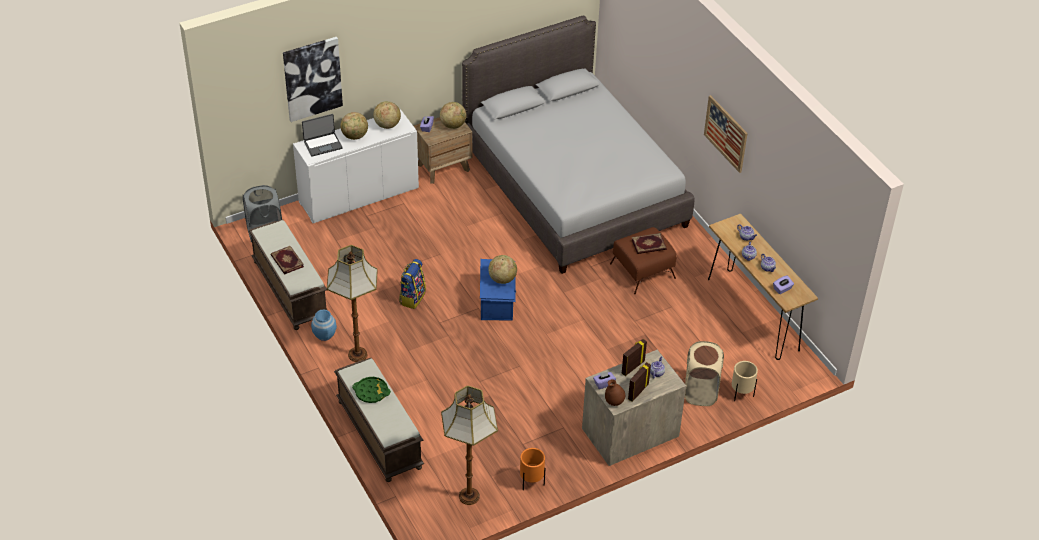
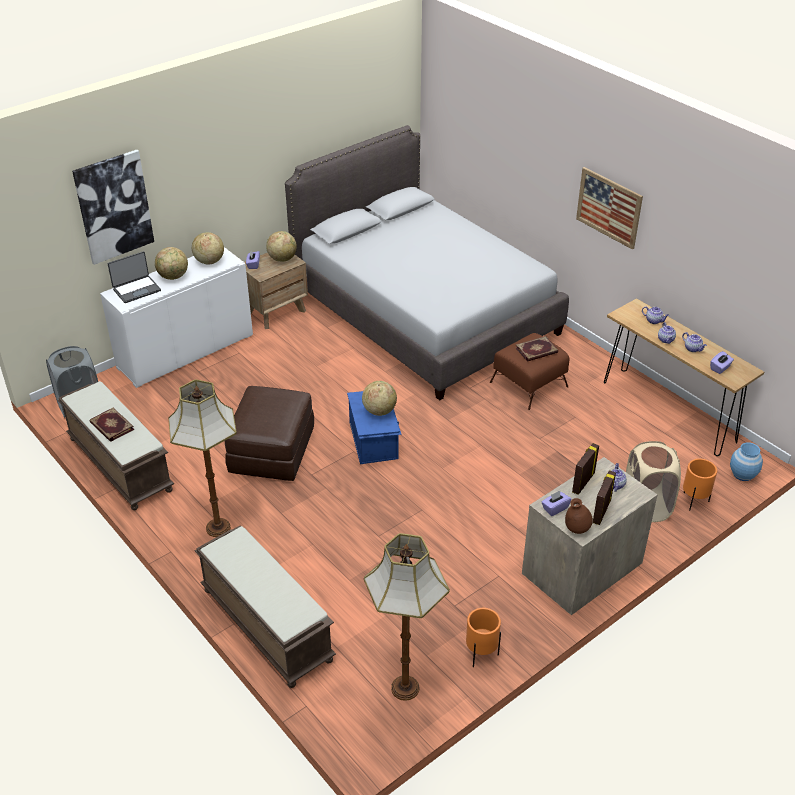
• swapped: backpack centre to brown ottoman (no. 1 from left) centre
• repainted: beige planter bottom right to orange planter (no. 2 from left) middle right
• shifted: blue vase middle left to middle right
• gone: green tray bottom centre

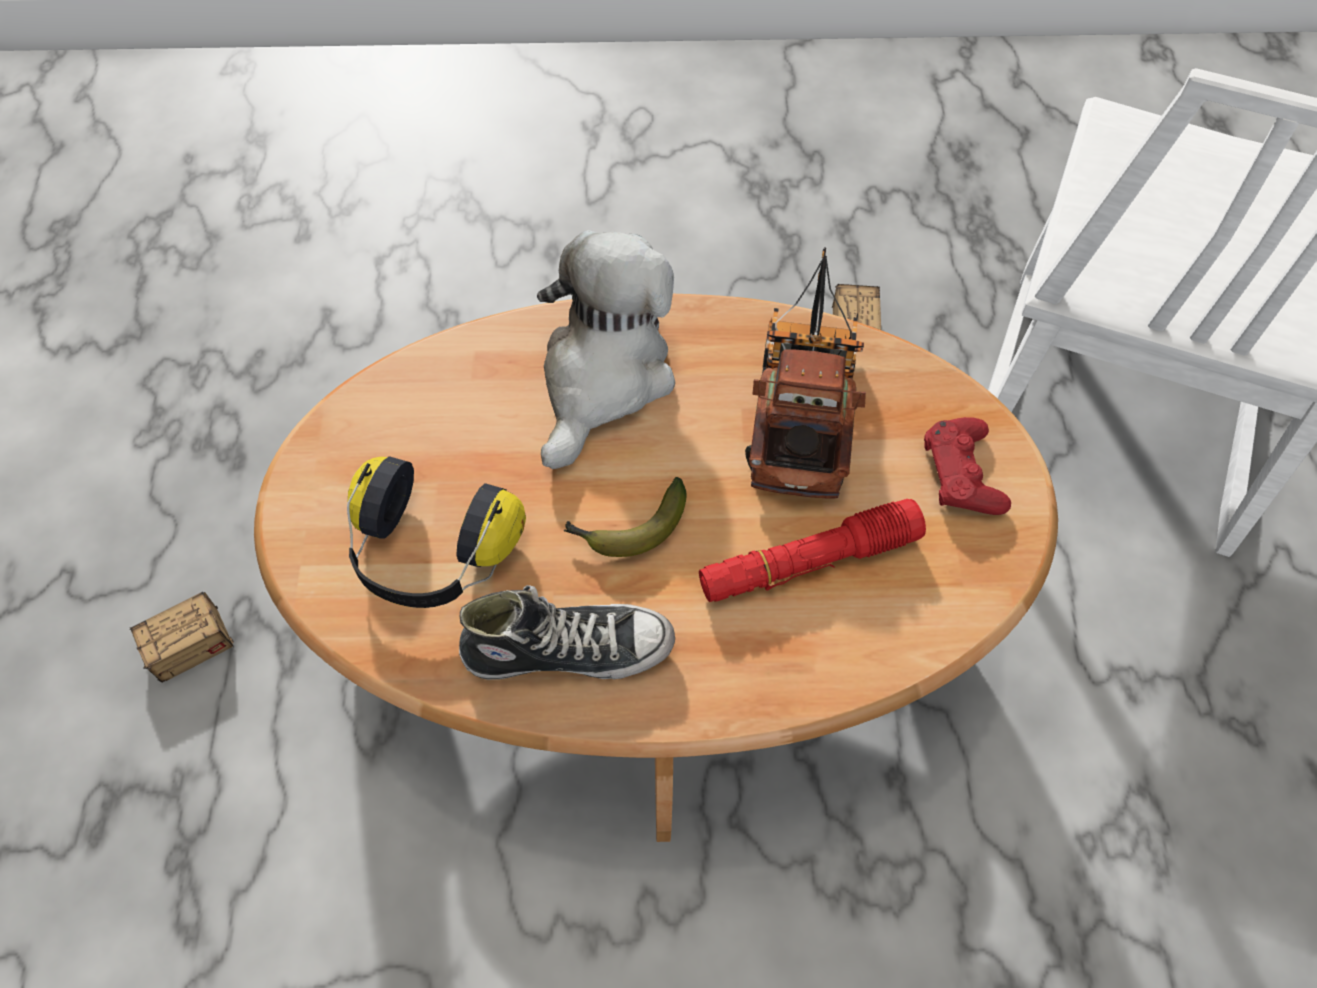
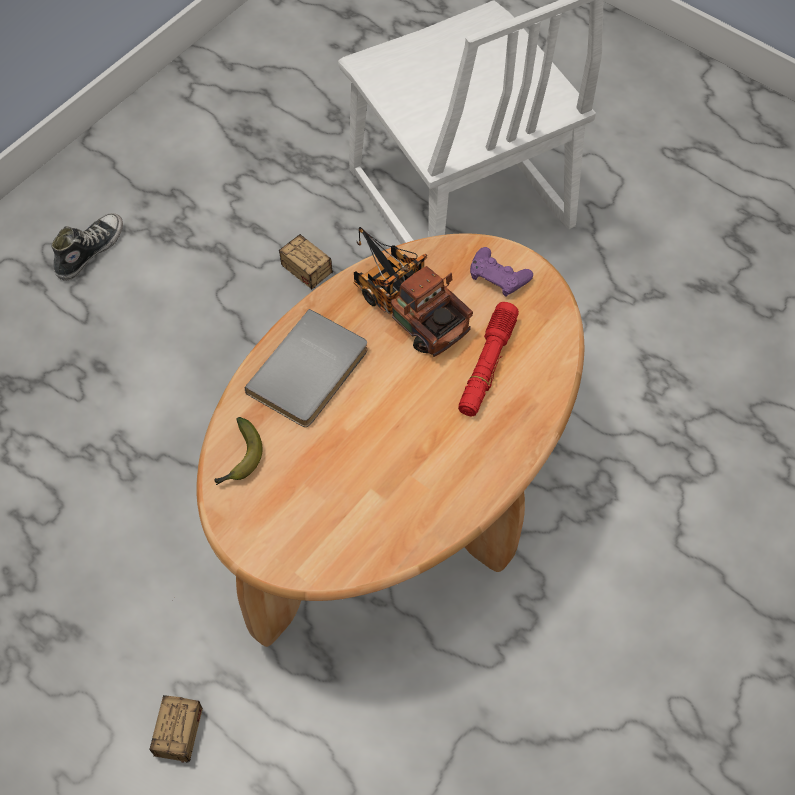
• shifted: shoe centre to top left
• shifted: banana centre to middle left
• swapped: plush toy centre to grey book centre
• repainted: red game controller middle right to purple game controller centre
• gone: headphones middle left

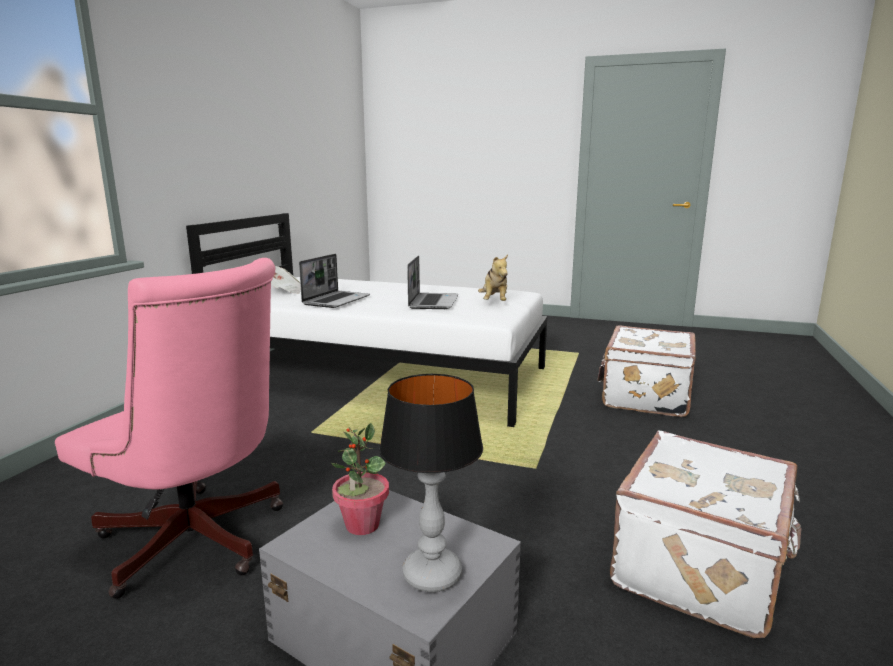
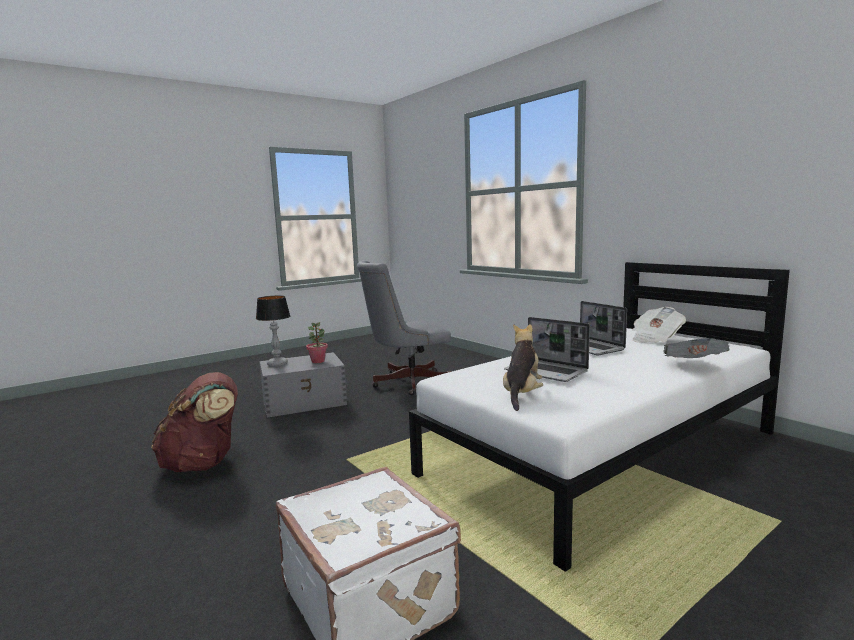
• swapped: white suitcase (no. 2 from left) bottom right to brown backpack middle left
• repainted: pink office chair middle left to grey office chair centre
• rotated: plush toy centre = centre 75 degrees clockwise
• new: newspaper (no. 2 from left) middle right

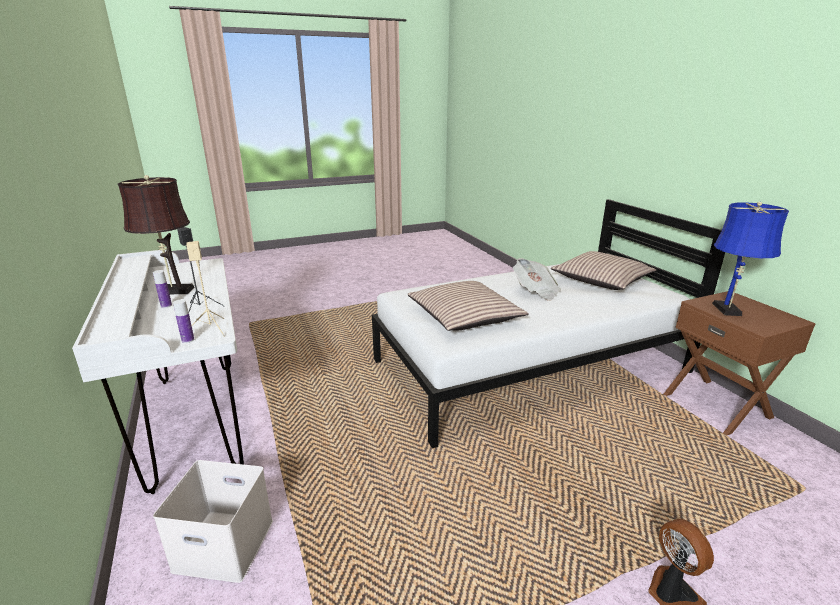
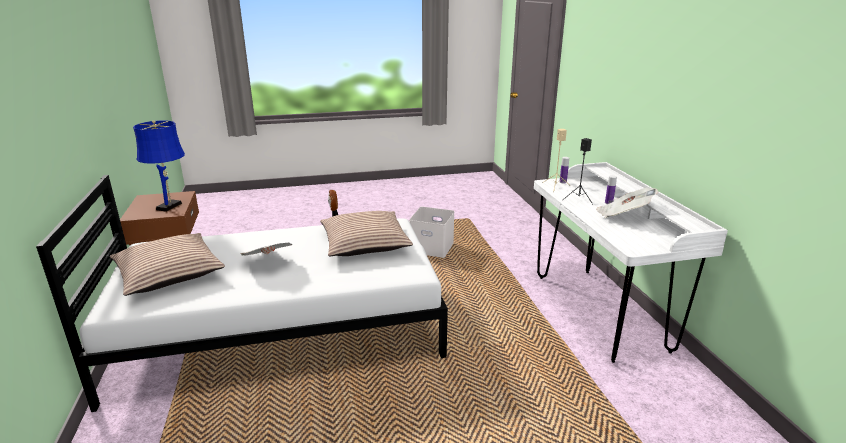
• shifted: white storage box bottom left to centre
• swapped: brown table lamp middle left to newspaper (no. 2 from left) middle right

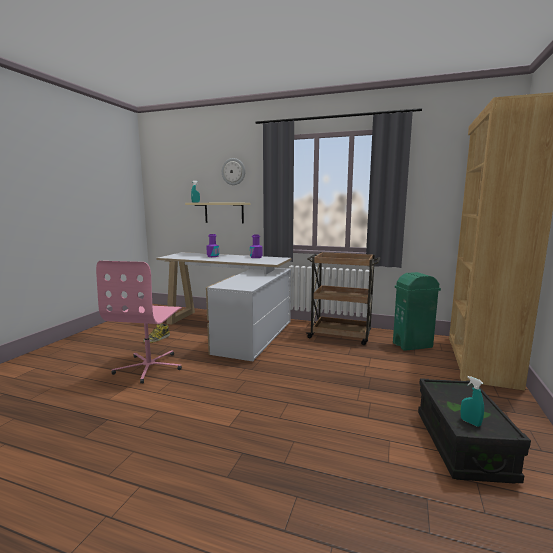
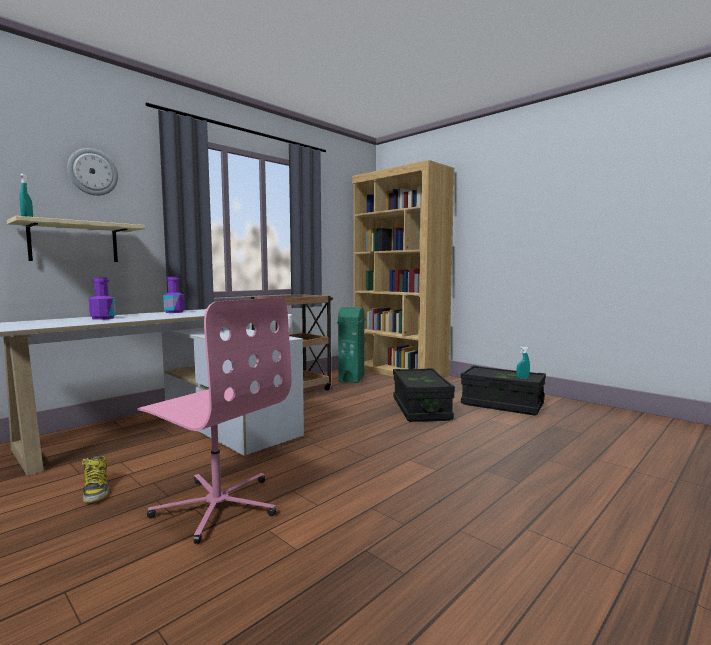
• new: black storage box (no. 1 from left) centre

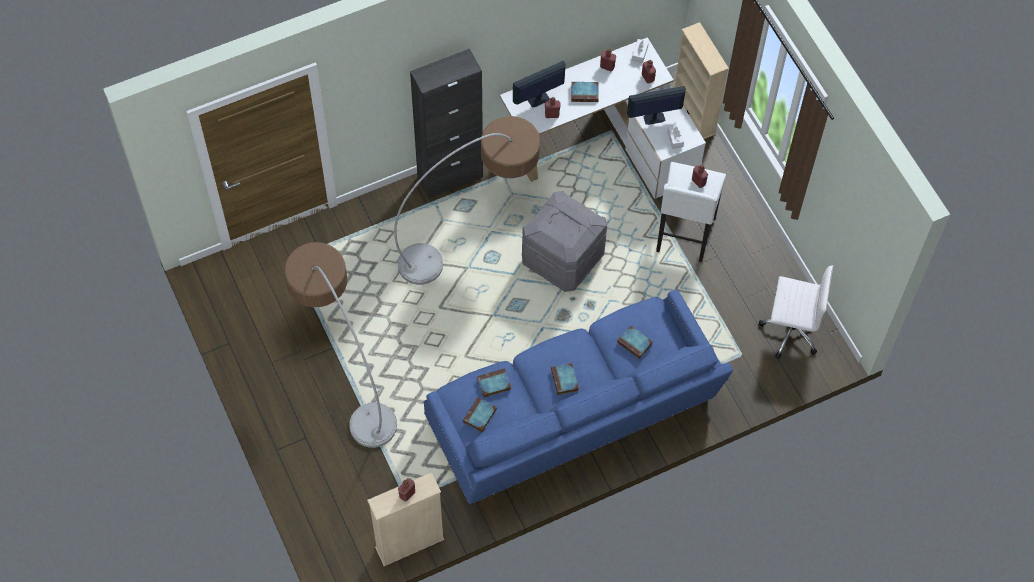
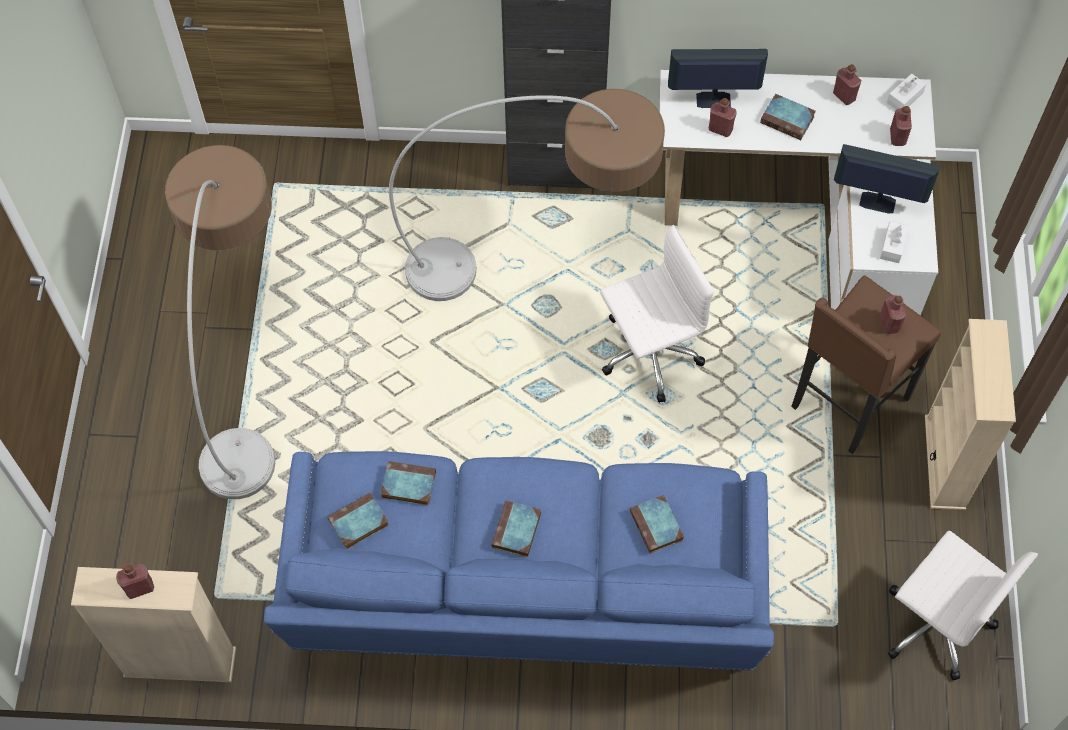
• swapped: grey storage box centre to white office chair (no. 1 from left) centre
• repainted: white stool middle right to brown stool middle right
• shifted: beige bookcase (no. 2 from left) top right to middle right

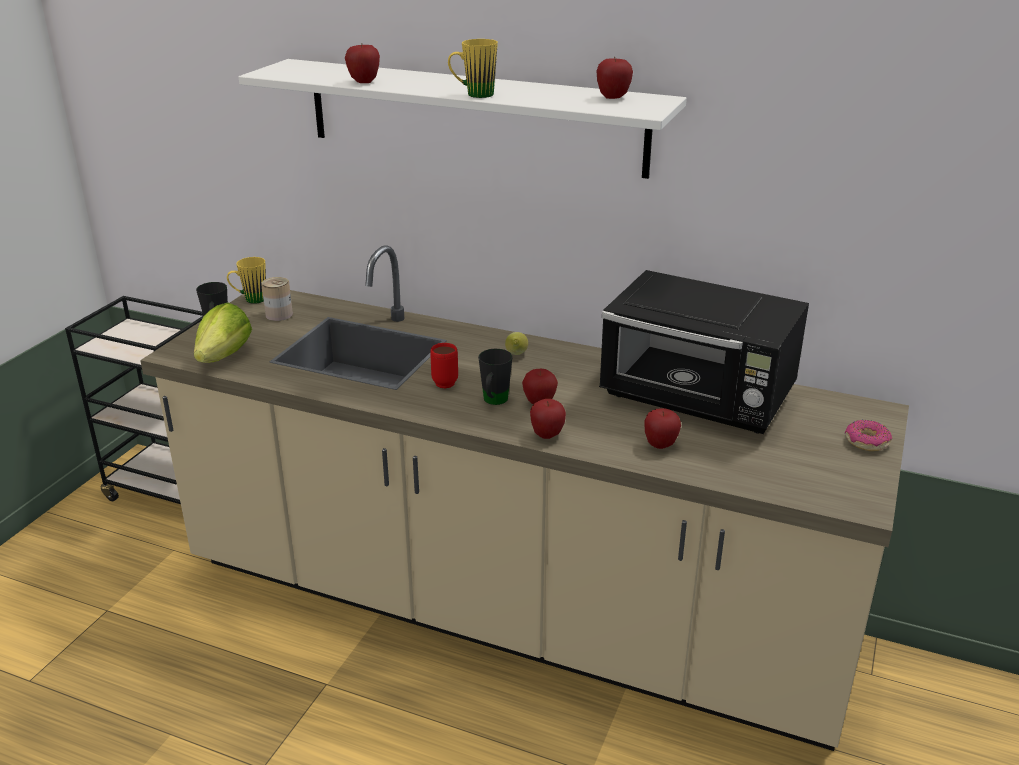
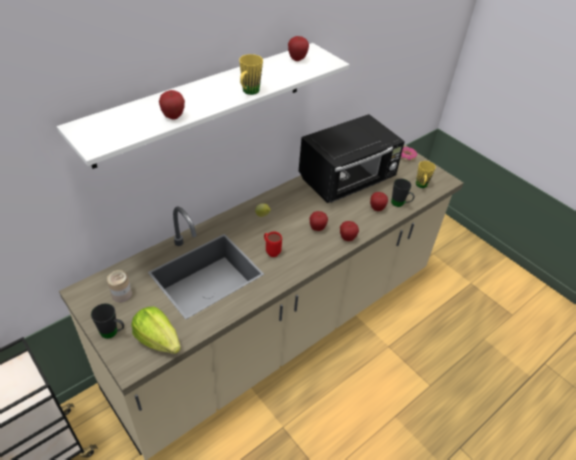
• shifted: black mug (no. 2 from left) centre to middle right
• shifted: yellow mug (no. 1 from left in the first image) middle left to yellow mug (no. 2 from left) middle right

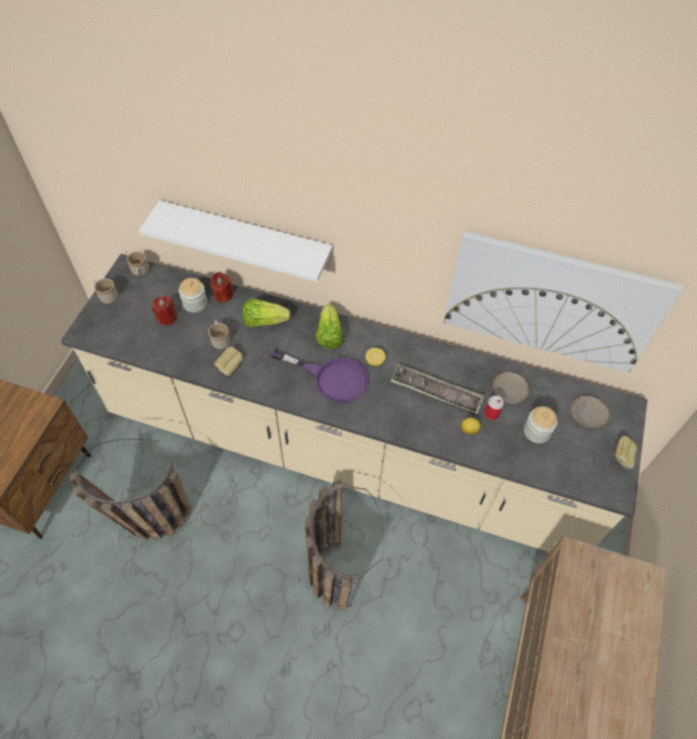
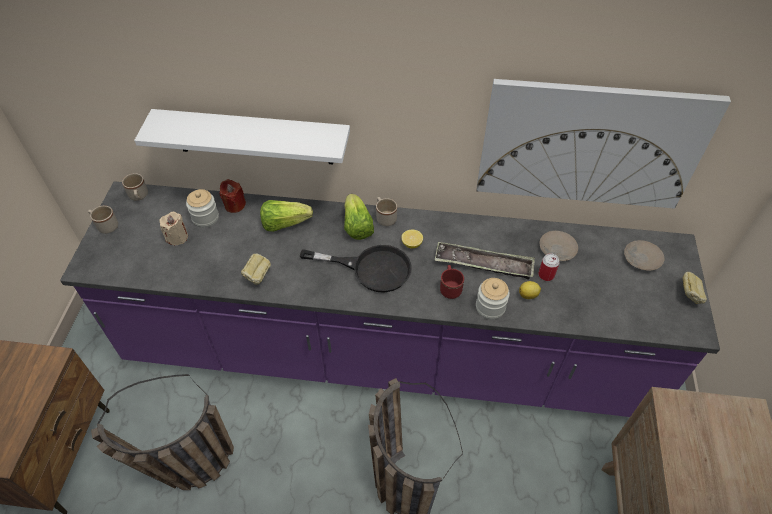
• repainted: beige counter centre to purple counter centre
• repainted: red candle (no. 1 from left) middle left to beige candle middle left
• repainted: purple frying pan centre to black frying pan centre
• shifted: beige mug (no. 3 from left) middle left to centre
• new: red mug centre
• shifted: jar (no. 2 from left) middle right to centre

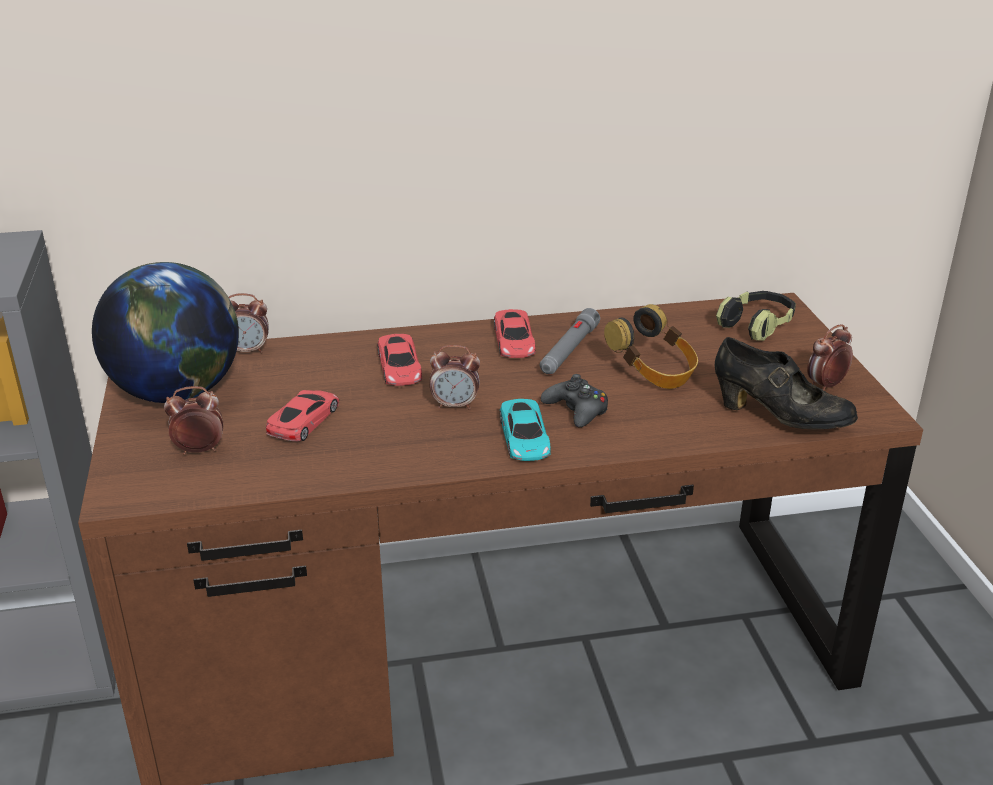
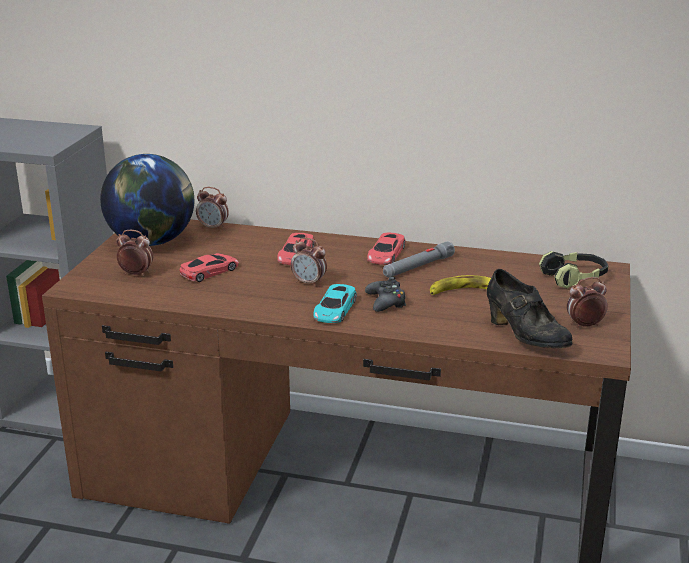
• swapped: headphones (no. 1 from left) centre to banana middle right

